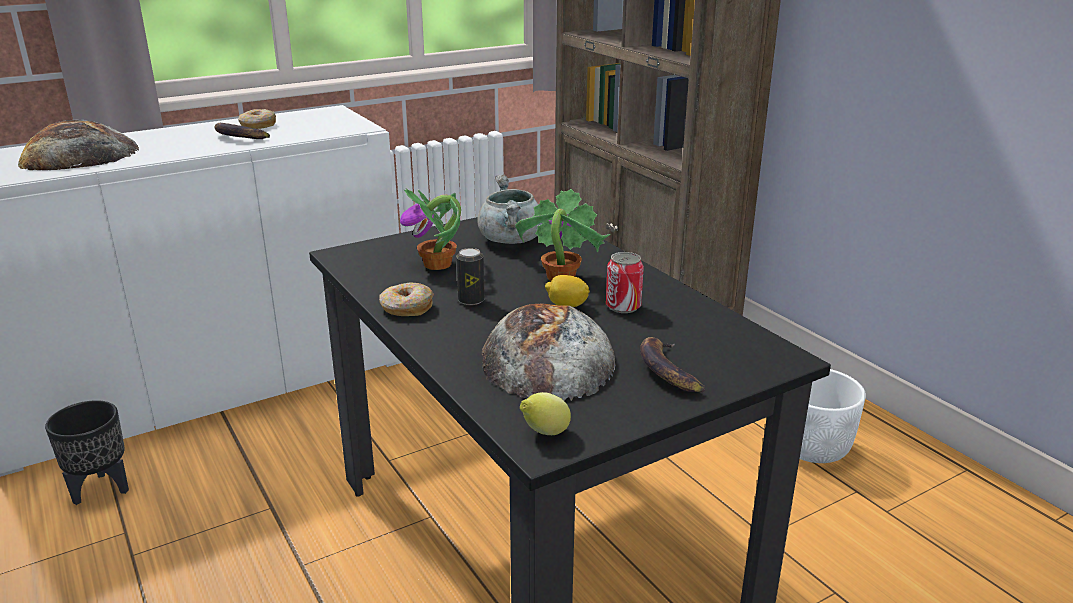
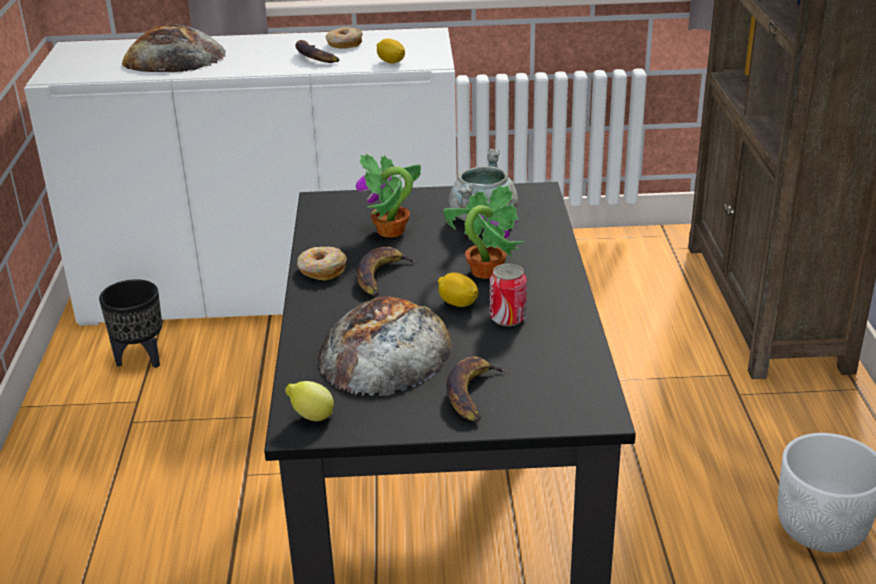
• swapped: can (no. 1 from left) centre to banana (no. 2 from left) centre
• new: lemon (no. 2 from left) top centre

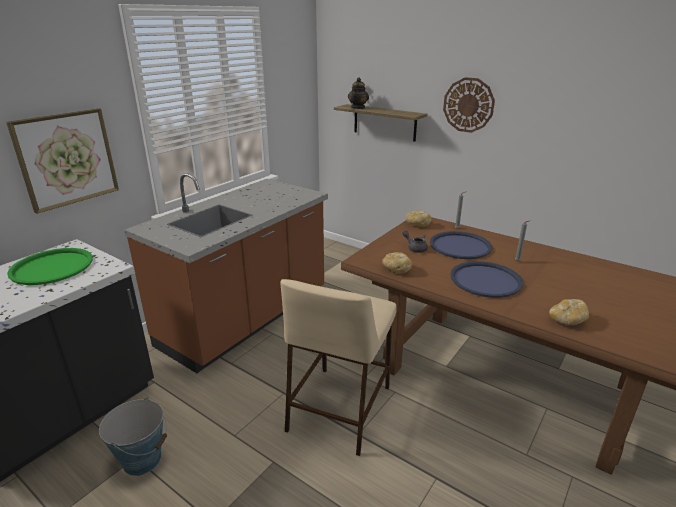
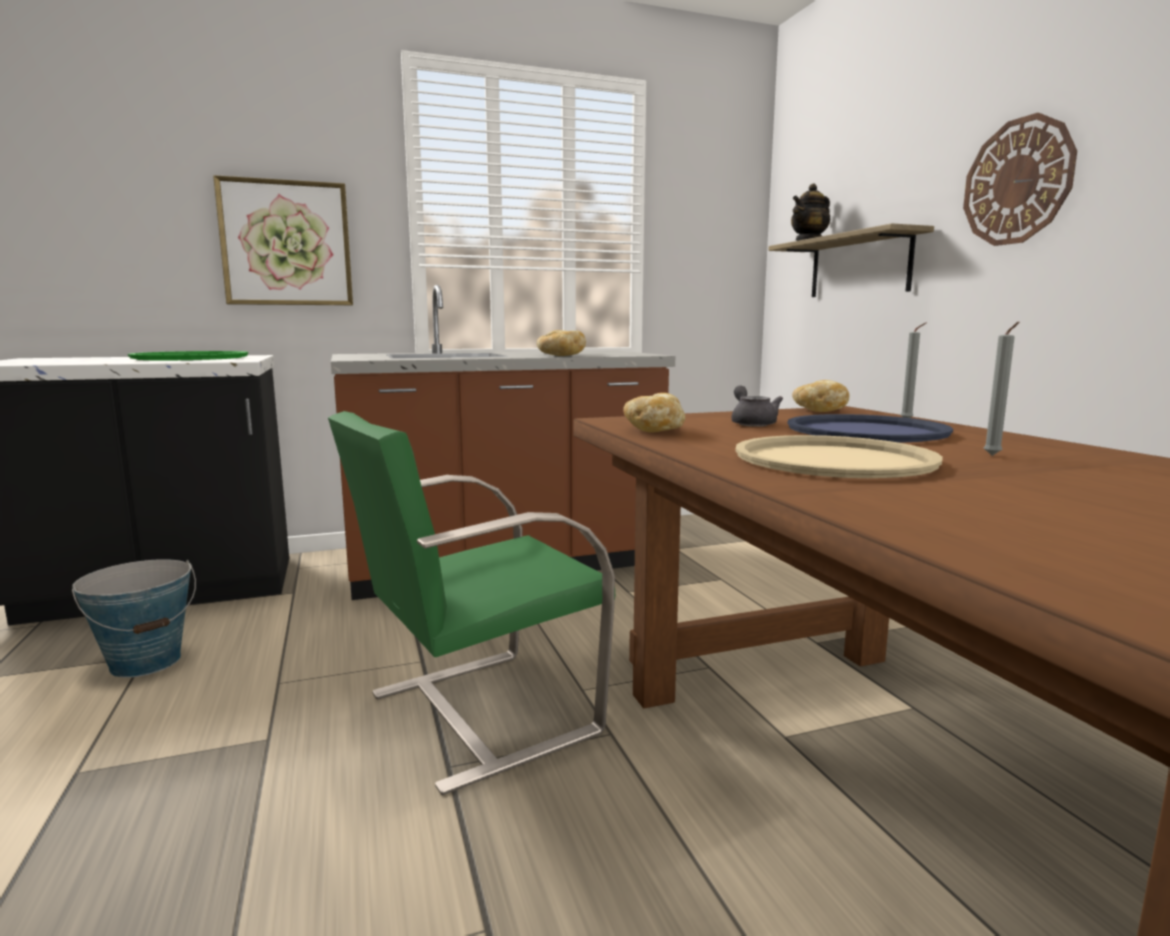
• swapped: beige stool bottom centre to green chair centre
• shifted: bread (no. 3 from left in the first image) middle right to bread (no. 1 from left) centre
• repainted: blue tray (no. 2 from left) middle right to beige tray middle right

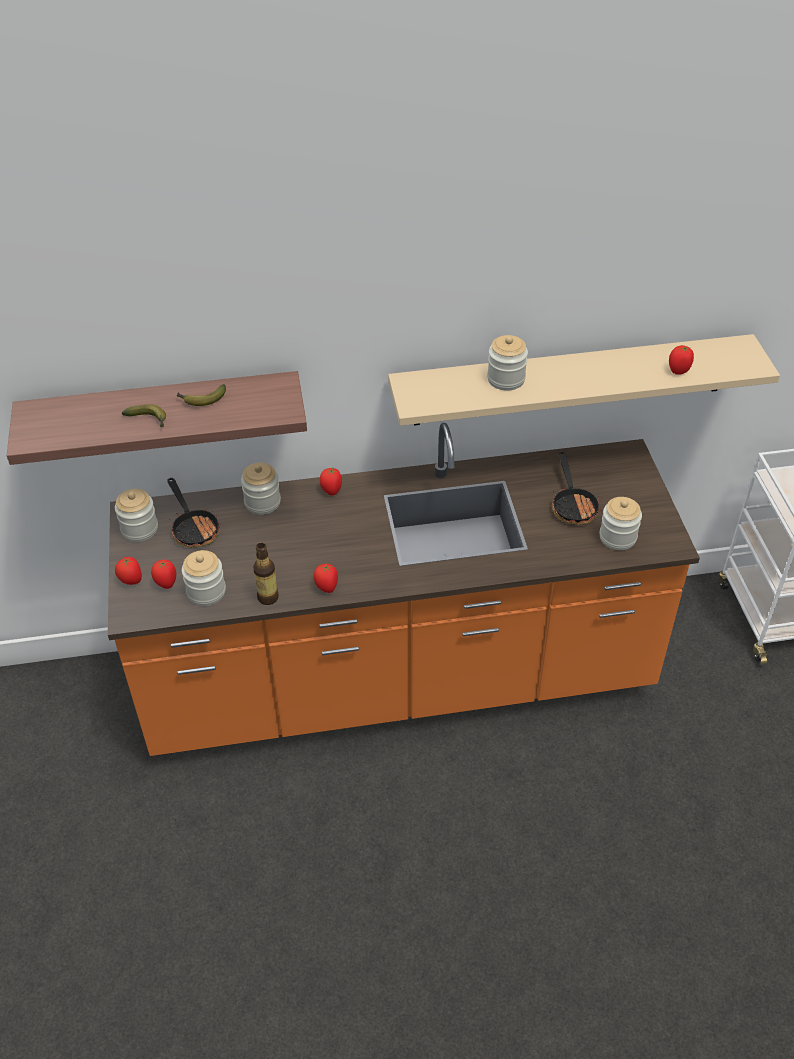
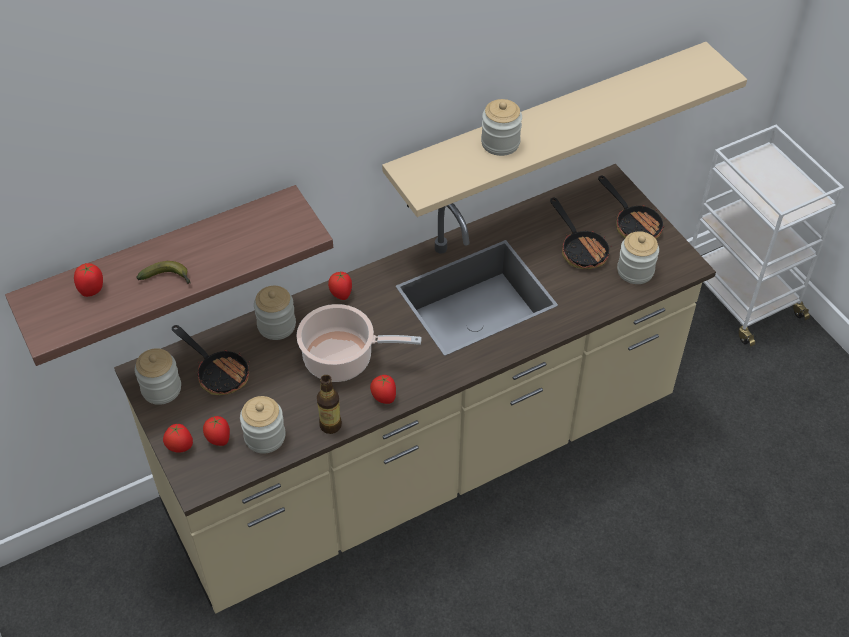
• shifted: tomato (no. 5 from left in the first image) middle right to tomato (no. 1 from left) middle left
• repainted: orange counter centre to beige counter centre
• new: cooking pot centre
• new: frying pan (no. 3 from left) top right
• gone: banana (no. 2 from left) middle left

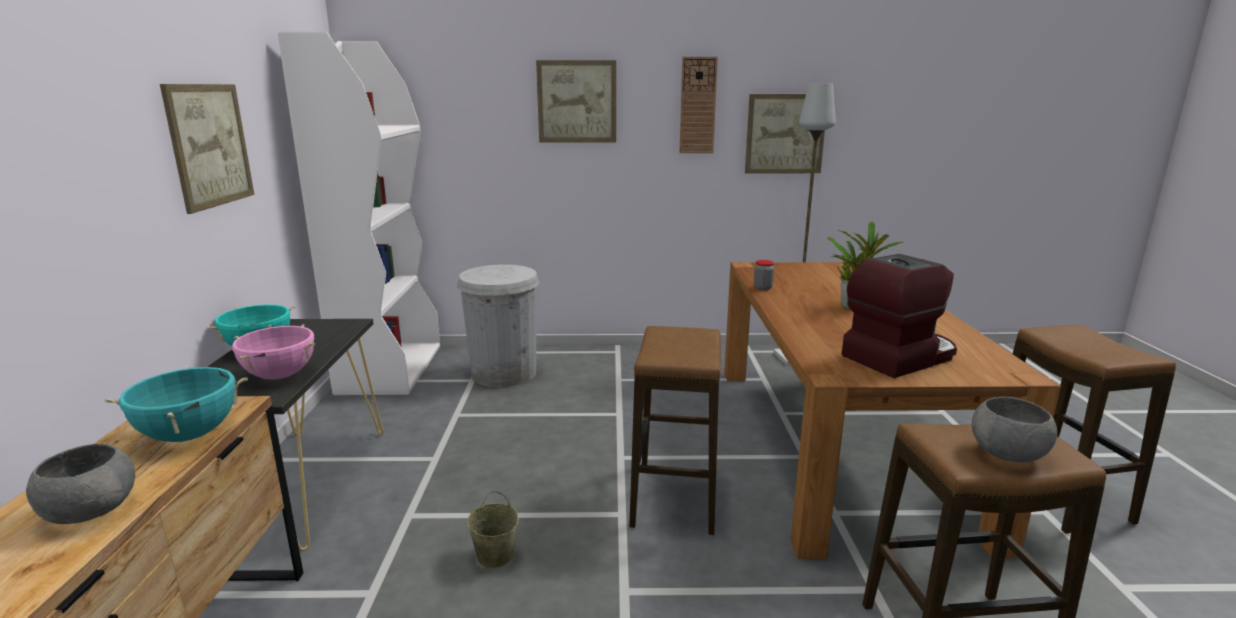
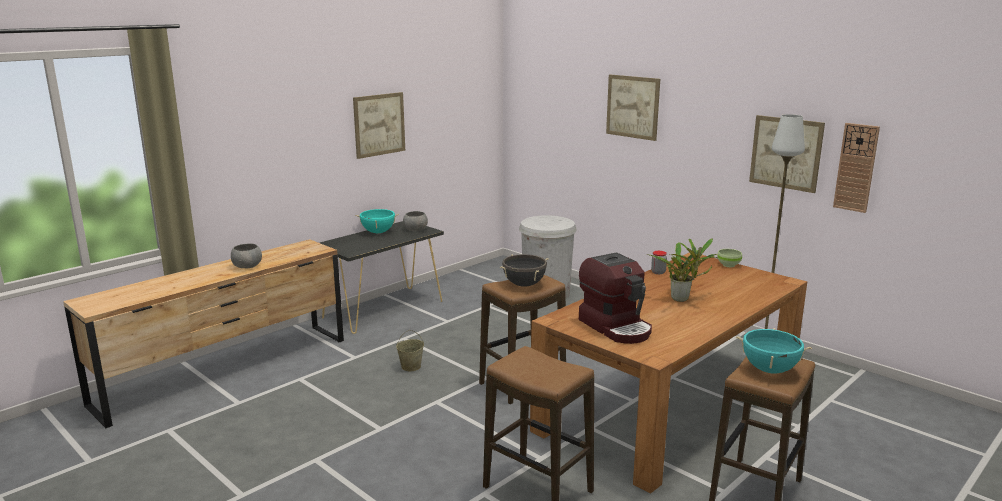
• shifted: grey bowl (no. 2 from left) bottom right to centre
• new: black cooking pot centre
• rotated: coffee machine middle right = centre 45 degrees clockwise
• new: green bowl middle right
• shifted: turquoise cooking pot (no. 1 from left in the first image) middle left to turquoise cooking pot (no. 2 from left) bottom right
• shifted: wall clock top centre to middle right
• gone: pink cooking pot middle left
• gone: white bookcase middle left

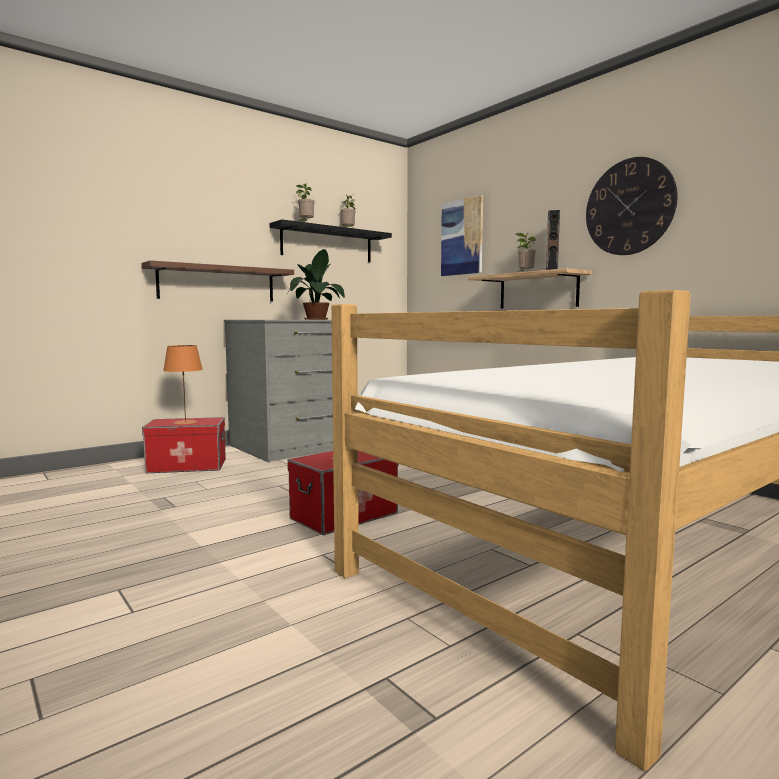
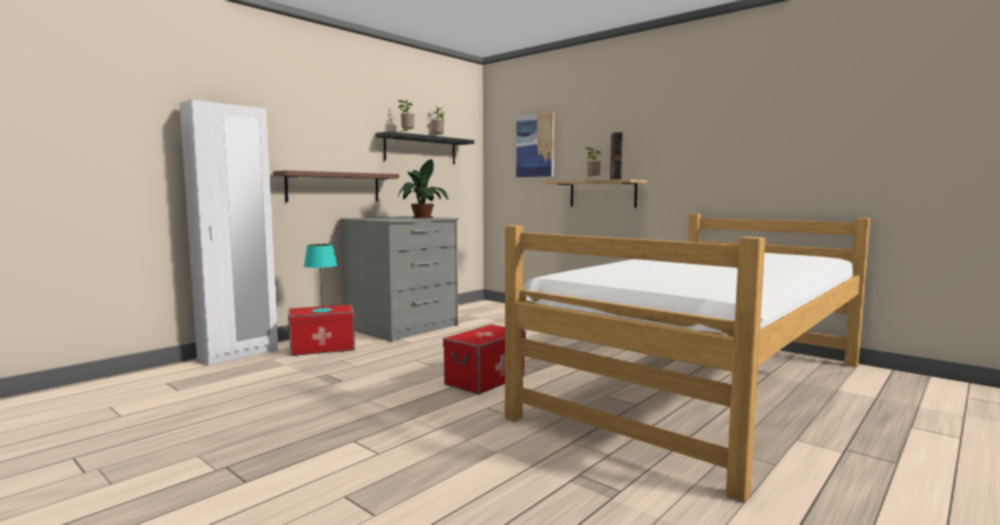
• new: white wardrobe middle left
• repainted: orange table lamp middle left to turquoise table lamp middle left
• gone: wall clock top right

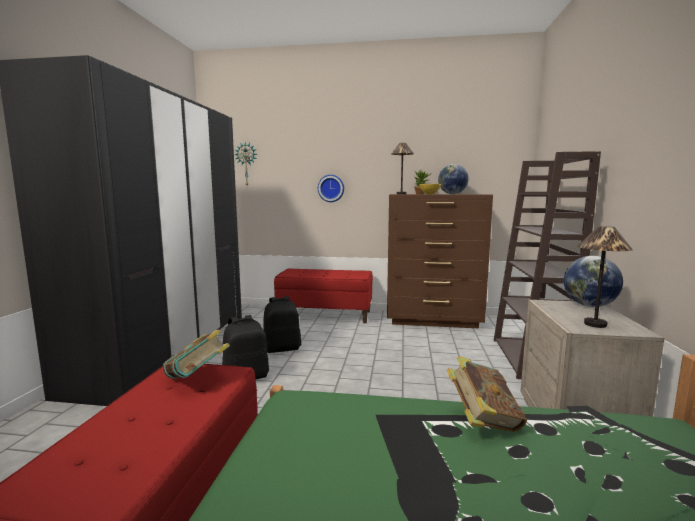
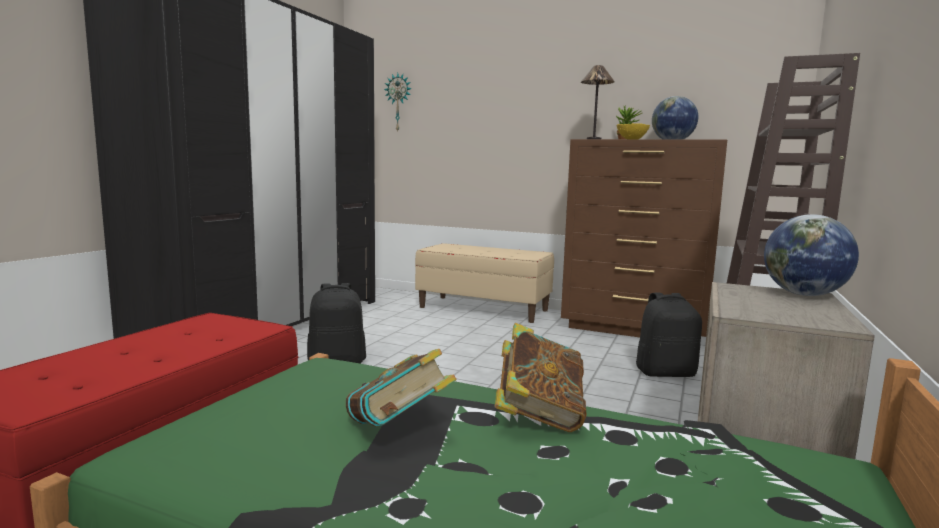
• shifted: book (no. 1 from left) bottom left to bottom centre
• repainted: red bench (no. 2 from left) centre to beige bench centre
• shifted: black backpack (no. 2 from left) centre to middle right
• gone: wall clock (no. 2 from left) centre
• gone: table lamp (no. 2 from left) middle right

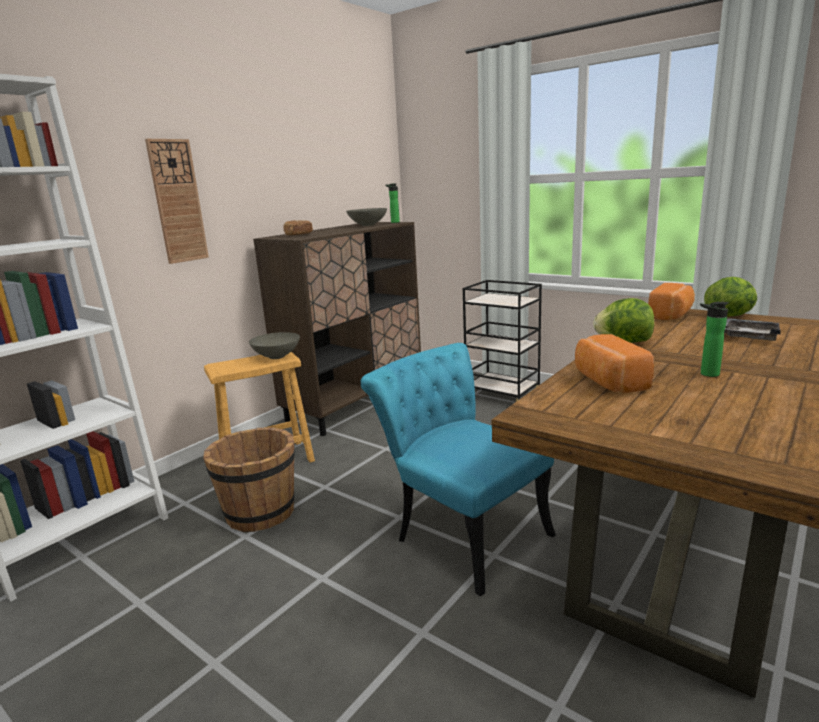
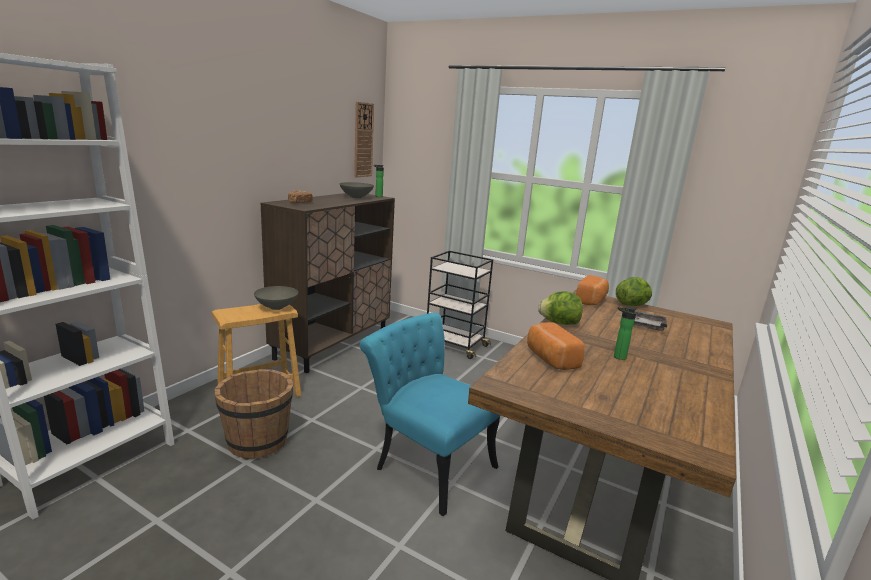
• shifted: wall clock top left to top centre

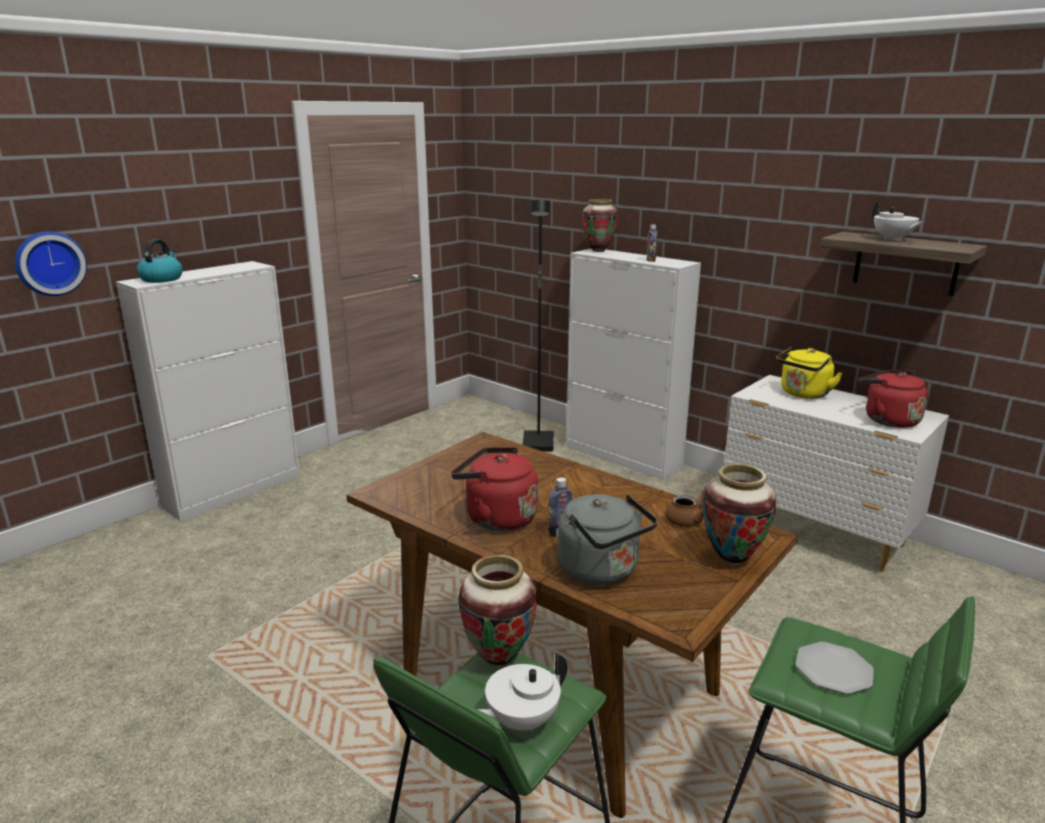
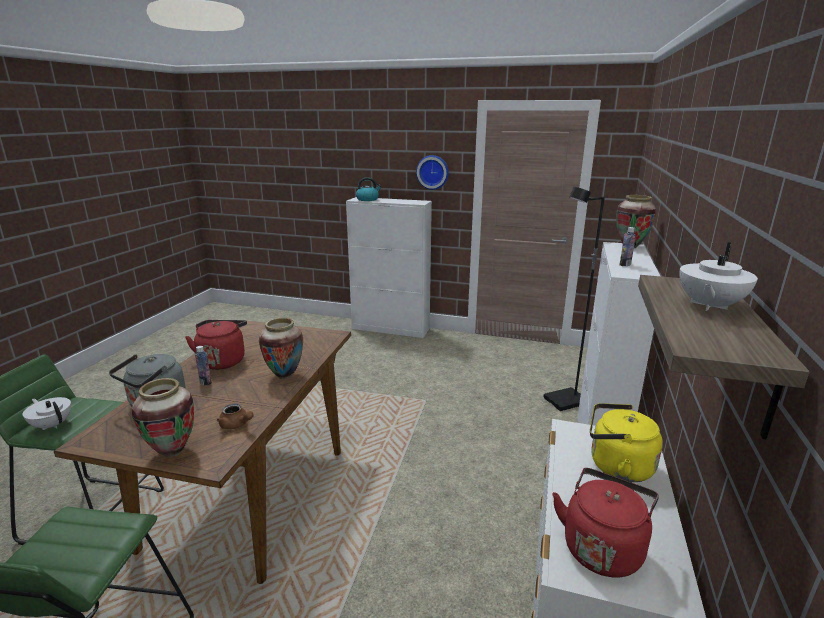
• shifted: vase (no. 1 from left in the first image) bottom centre to vase (no. 2 from left) centre
• shifted: wall clock top left to top centre
• gone: plate bottom right

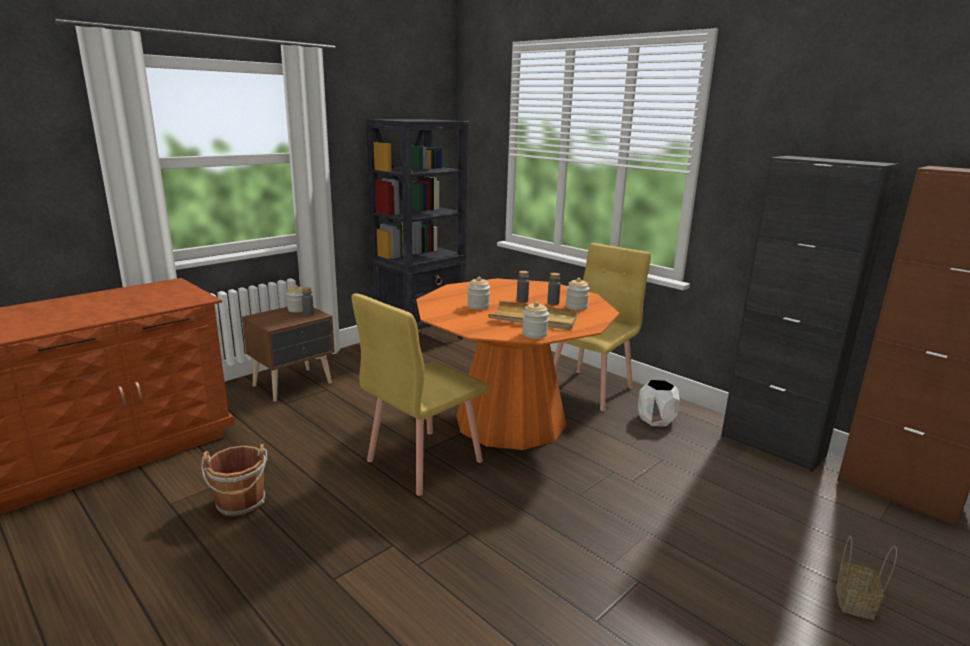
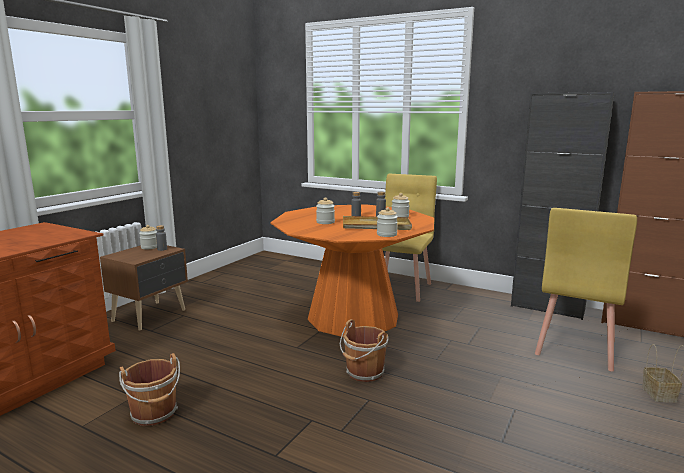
• new: brown bucket (no. 2 from left) bottom centre
• shifted: yellow chair (no. 1 from left in the first image) centre to yellow chair (no. 2 from left) middle right
• gone: black bookcase centre
• gone: white planter middle right

